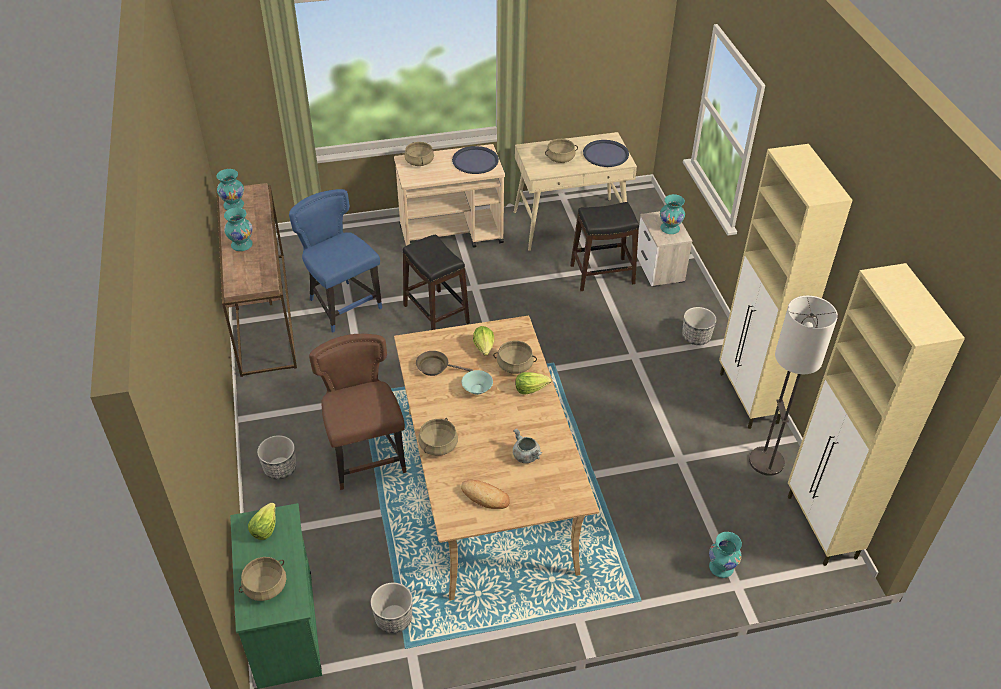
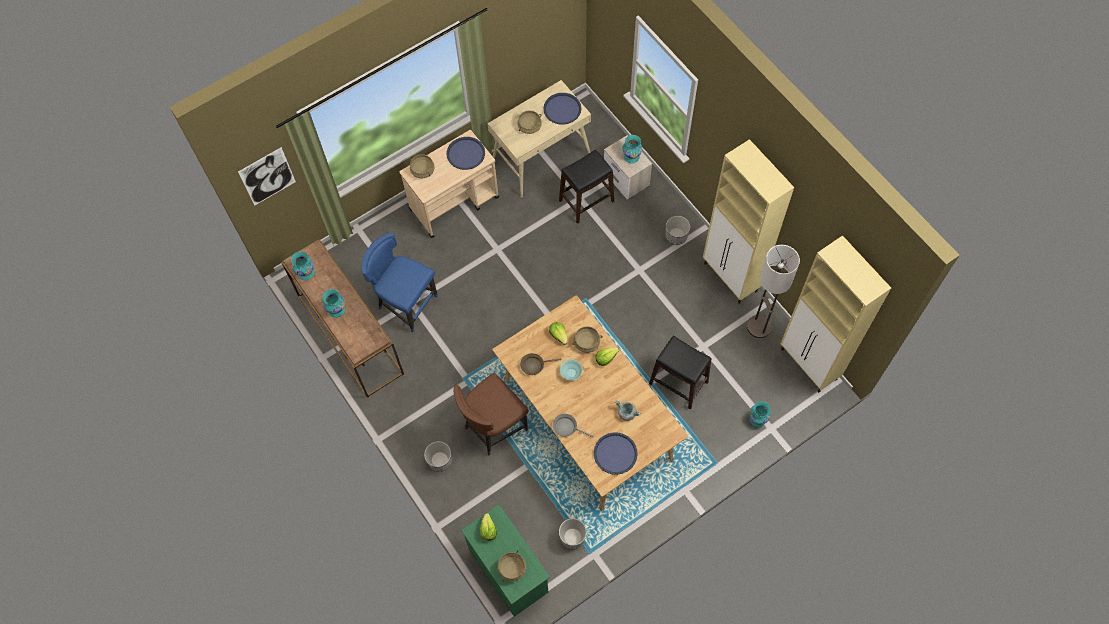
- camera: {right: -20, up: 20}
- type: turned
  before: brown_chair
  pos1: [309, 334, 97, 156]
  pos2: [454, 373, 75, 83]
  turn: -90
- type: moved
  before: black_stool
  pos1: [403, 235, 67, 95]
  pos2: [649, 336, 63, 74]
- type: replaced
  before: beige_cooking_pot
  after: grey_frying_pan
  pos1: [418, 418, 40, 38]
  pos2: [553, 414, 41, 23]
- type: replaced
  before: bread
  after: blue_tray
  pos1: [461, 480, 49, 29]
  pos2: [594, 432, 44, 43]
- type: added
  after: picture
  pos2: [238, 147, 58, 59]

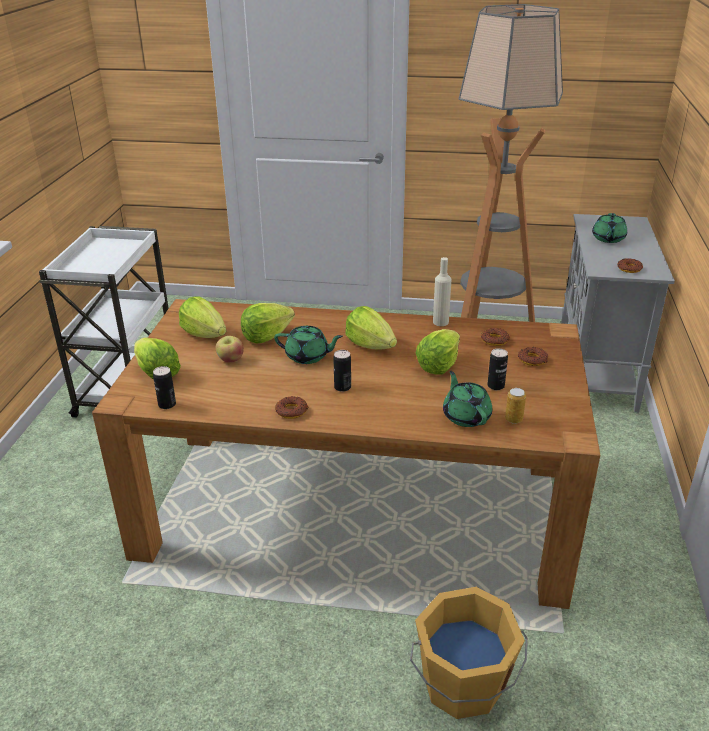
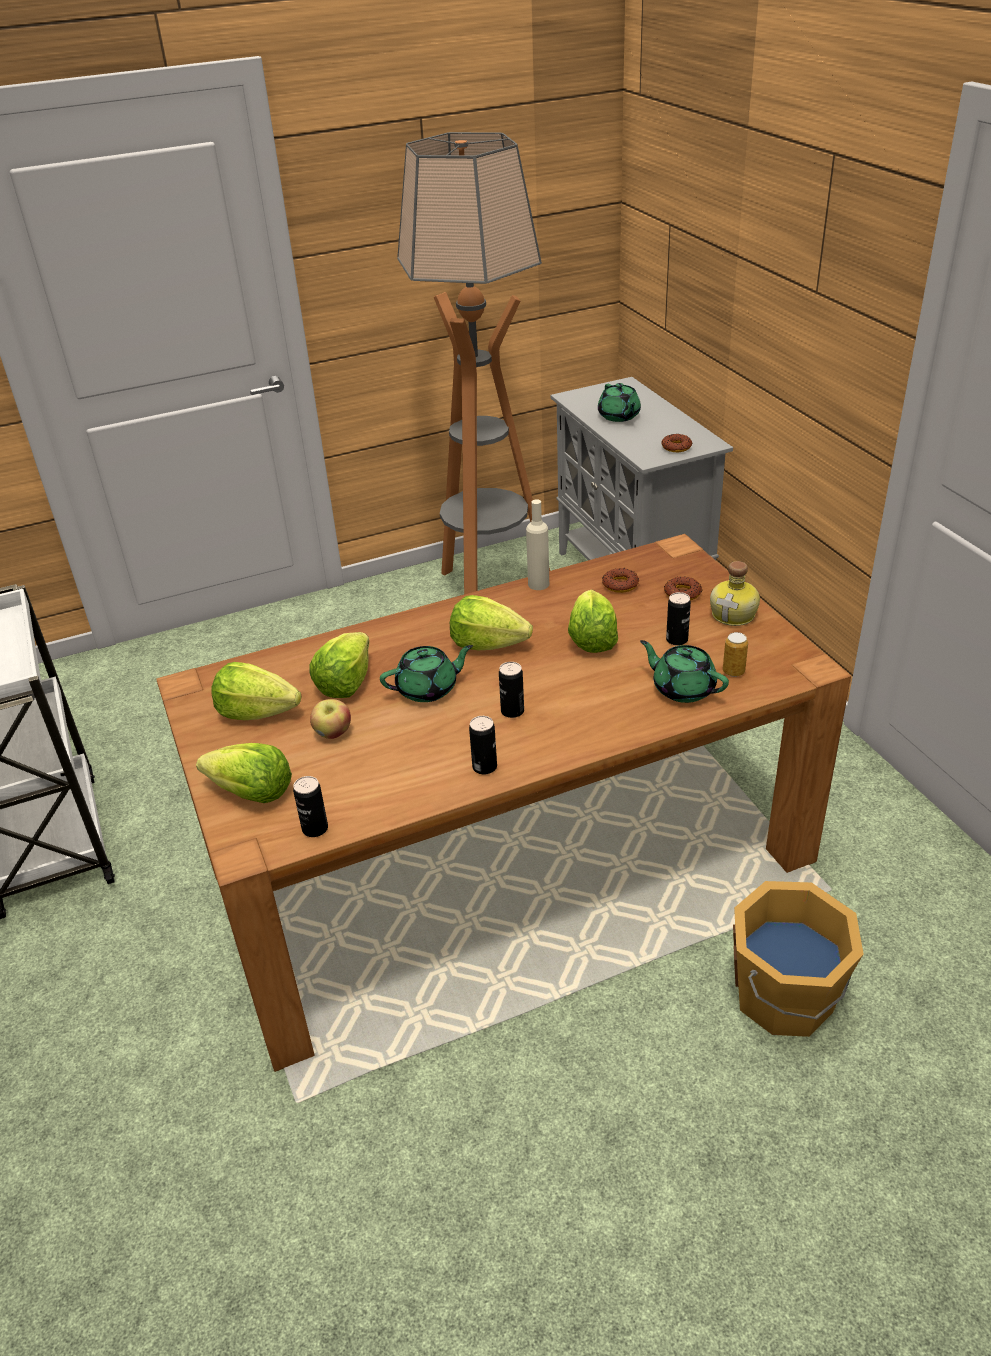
- camera: {right: -30, up: 5}
- type: replaced
  before: donut
  after: can
  pos1: [275, 396, 33, 23]
  pos2: [469, 716, 28, 58]
- type: added
  after: bottle
  pos2: [710, 561, 50, 65]

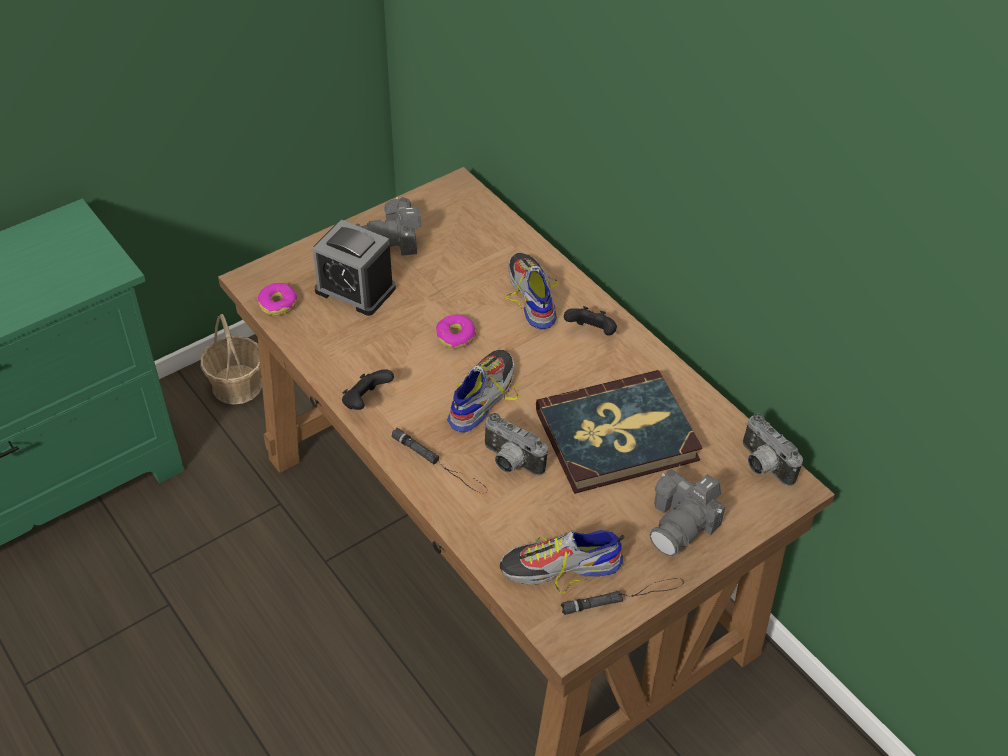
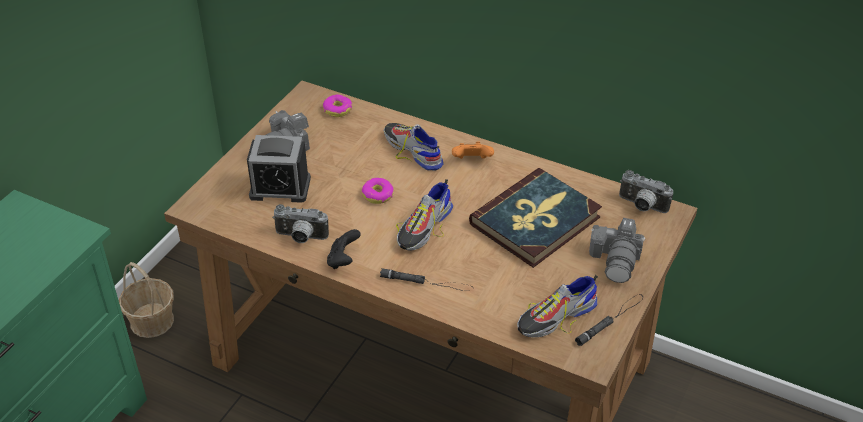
- camera: {right: -25, up: -5}
- type: moved
  before: donut
  pos1: [258, 283, 39, 32]
  pos2: [323, 94, 29, 23]
- type: turned
  before: shoe
  pos1: [447, 350, 72, 83]
  pos2: [396, 179, 57, 72]
  turn: -150
- type: moved
  before: photo_camera
  pos1: [483, 413, 65, 63]
  pos2: [273, 204, 56, 39]
- type: recoloured
  before: black_game_controller
  after: orange_game_controller
  pos1: [564, 306, 53, 30]
  pos2: [452, 141, 42, 18]

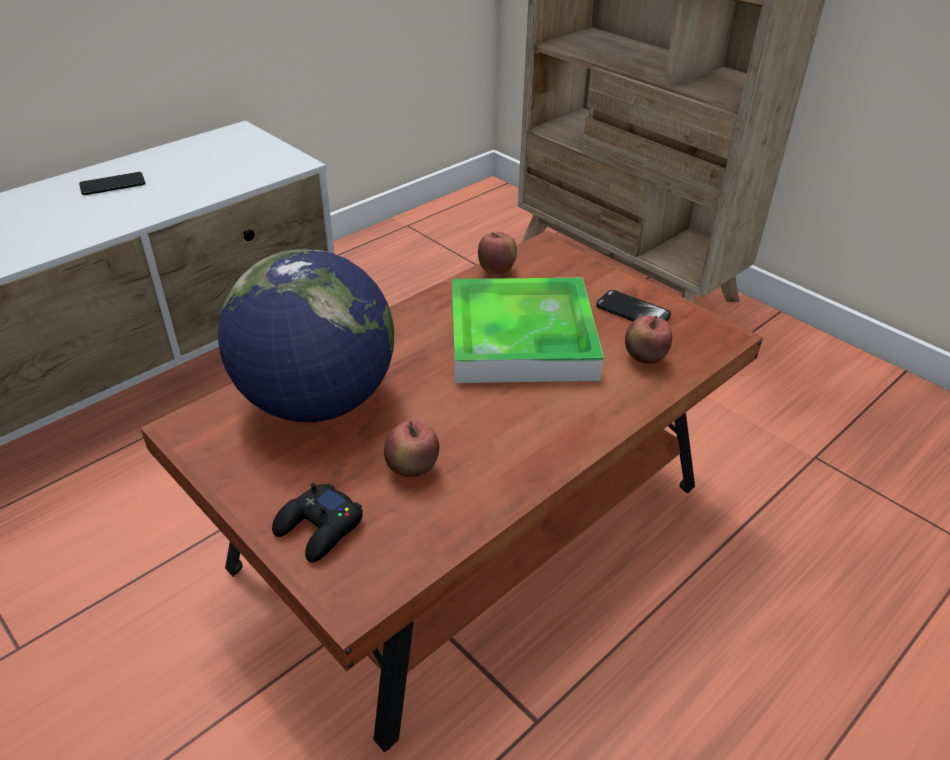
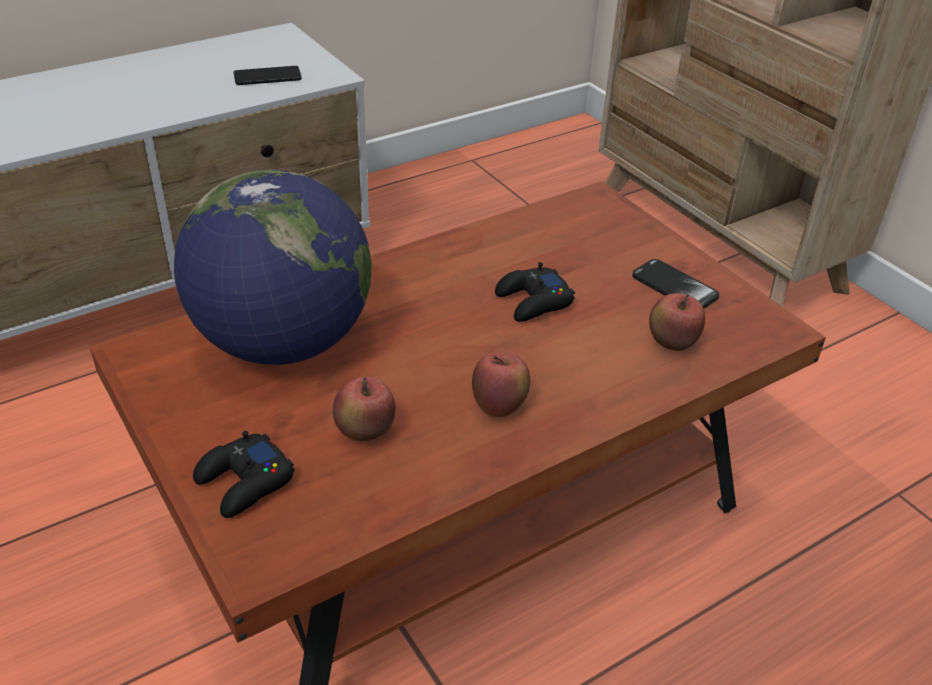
- camera: {right: 10, up: 0}
- type: moved
  before: phone
  pos1: [79, 172, 66, 23]
  pos2: [234, 66, 68, 19]
- type: replaced
  before: tray
  after: black_game_controller
  pos1: [452, 278, 152, 105]
  pos2: [495, 262, 80, 60]
- type: moved
  before: apple
  pos1: [478, 232, 39, 43]
  pos2: [472, 352, 58, 65]

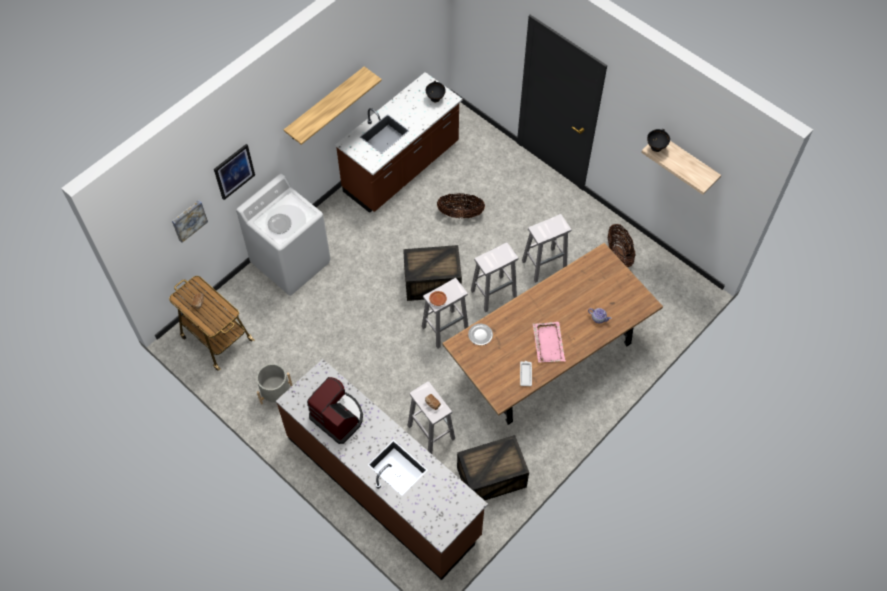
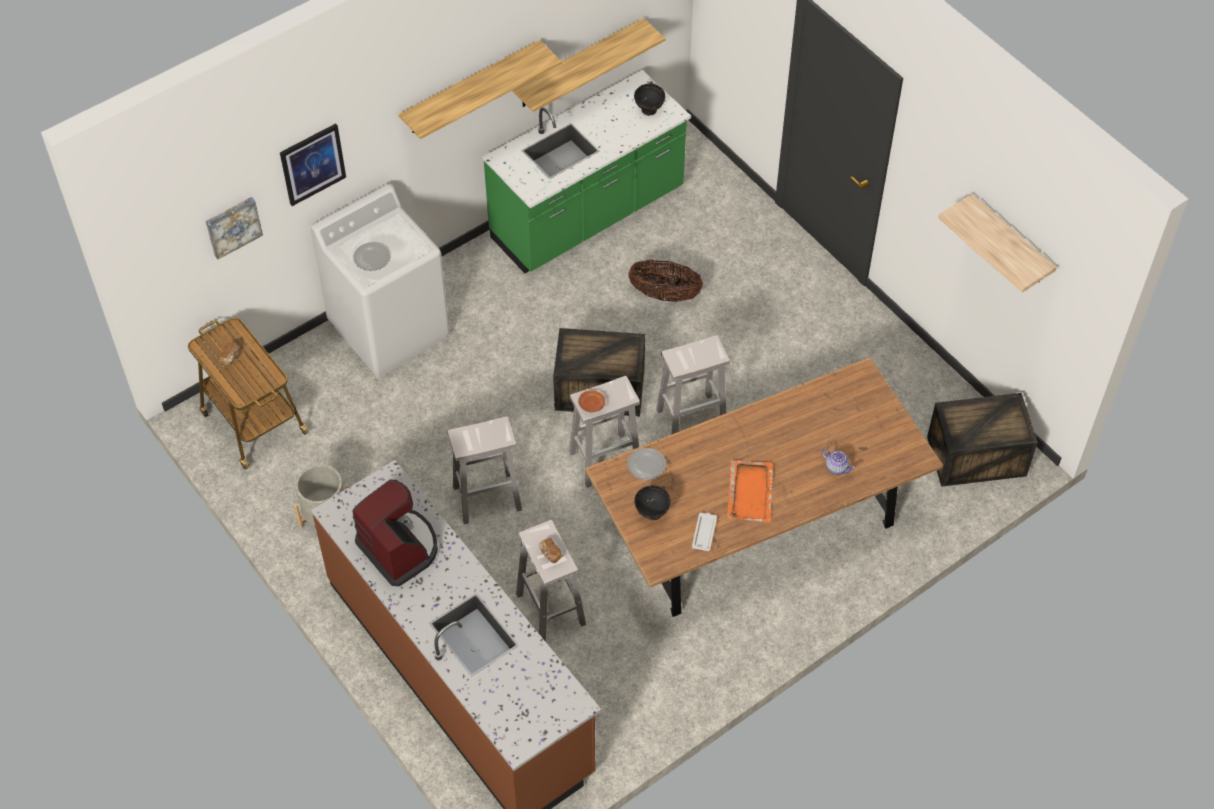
- camera: {right: 10, up: -5}
- type: recoloured
  before: brown_counter
  after: green_counter
  pos1: [335, 72, 128, 141]
  pos2: [482, 70, 209, 203]
- type: moved
  before: crate
  pos1: [457, 435, 72, 65]
  pos2: [927, 393, 111, 94]
- type: moved
  before: white_stool
  pos1: [522, 214, 49, 69]
  pos2: [447, 416, 75, 108]
- type: recoloured
  before: pink_tray
  after: orange_tray
  pos1: [533, 322, 33, 41]
  pos2: [727, 460, 46, 63]
- type: removed
  before: basket
  pos1: [608, 224, 27, 43]
- type: moved
  before: black_bowl
  pos1: [647, 129, 23, 23]
  pos2: [634, 485, 36, 35]
- type: added
  after: shelf
  pos2: [512, 18, 153, 94]

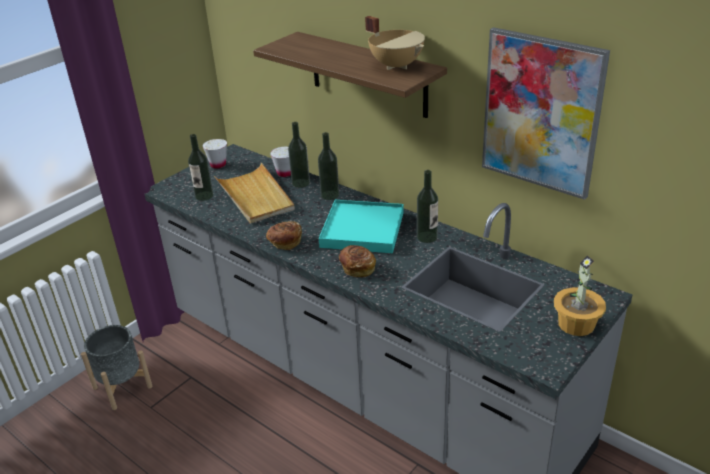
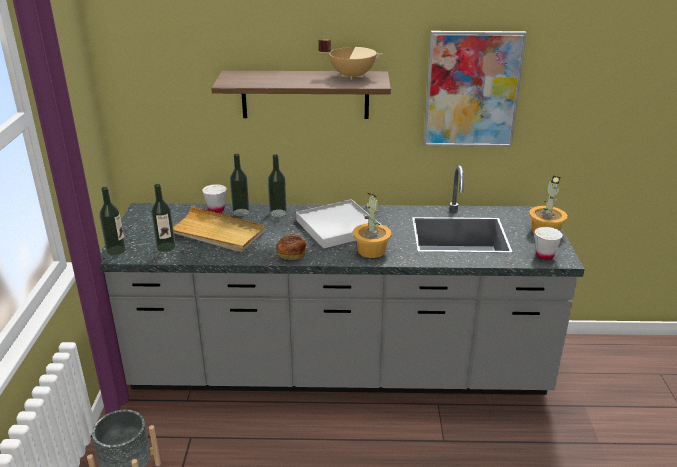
- camera: {right: -40, up: -5}
- type: moved
  before: white_cup
  pos1: [203, 139, 24, 30]
  pos2: [535, 227, 28, 33]
- type: recoloured
  before: turquoise_tray
  after: white_tray
  pos1: [319, 200, 85, 53]
  pos2: [296, 199, 84, 50]
- type: replaced
  before: bread
  after: potted_plant
  pos1: [339, 245, 37, 32]
  pos2: [353, 193, 39, 65]
- type: moved
  before: bottle
  pos1: [417, 170, 21, 73]
  pos2: [99, 187, 27, 68]

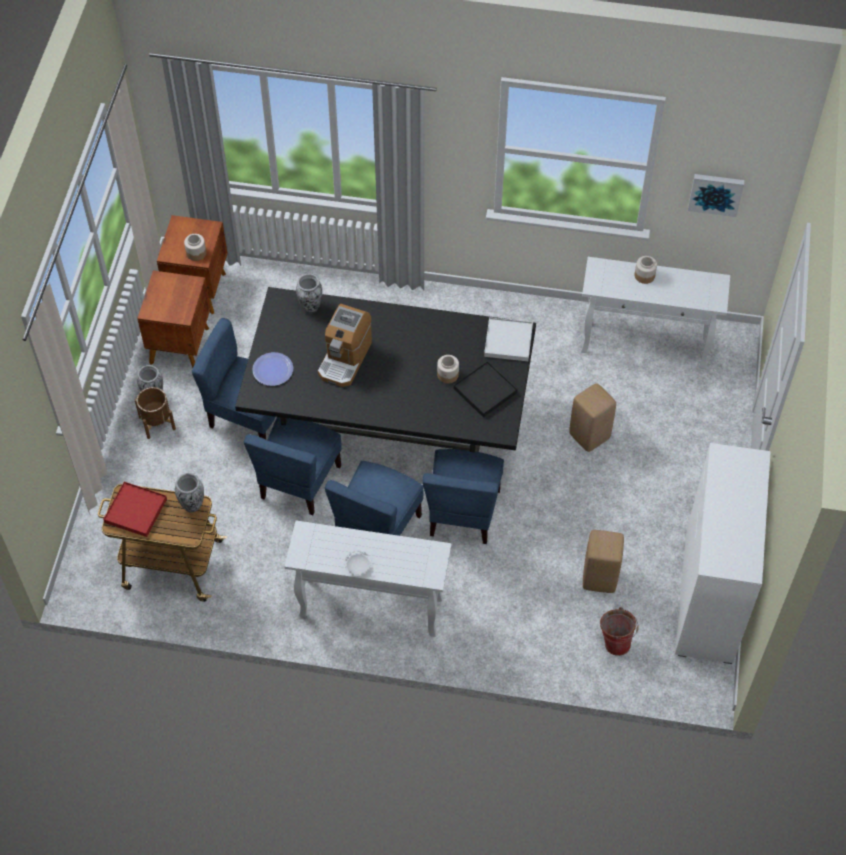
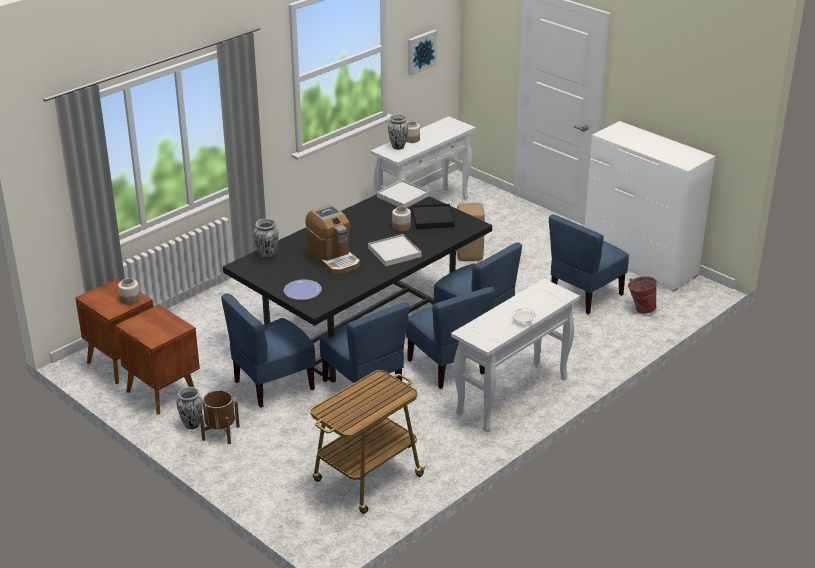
- camera: {right: -55, up: -25}
- type: removed
  before: red_tray
  pos1: [103, 482, 64, 55]
- type: moved
  before: vase
  pos1: [175, 473, 29, 40]
  pos2: [388, 114, 20, 36]
- type: replaced
  before: beige_stool
  after: blue_chair
  pos1: [583, 530, 41, 63]
  pos2: [549, 214, 80, 100]
- type: added
  after: white_tray
  pos2: [368, 234, 53, 32]

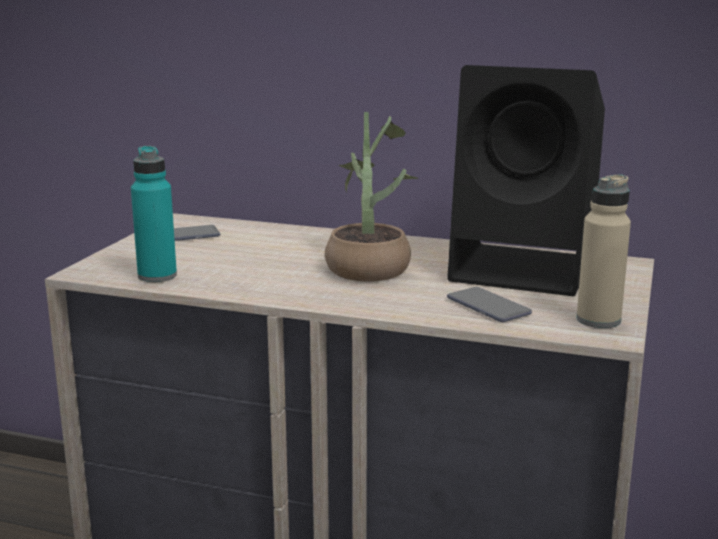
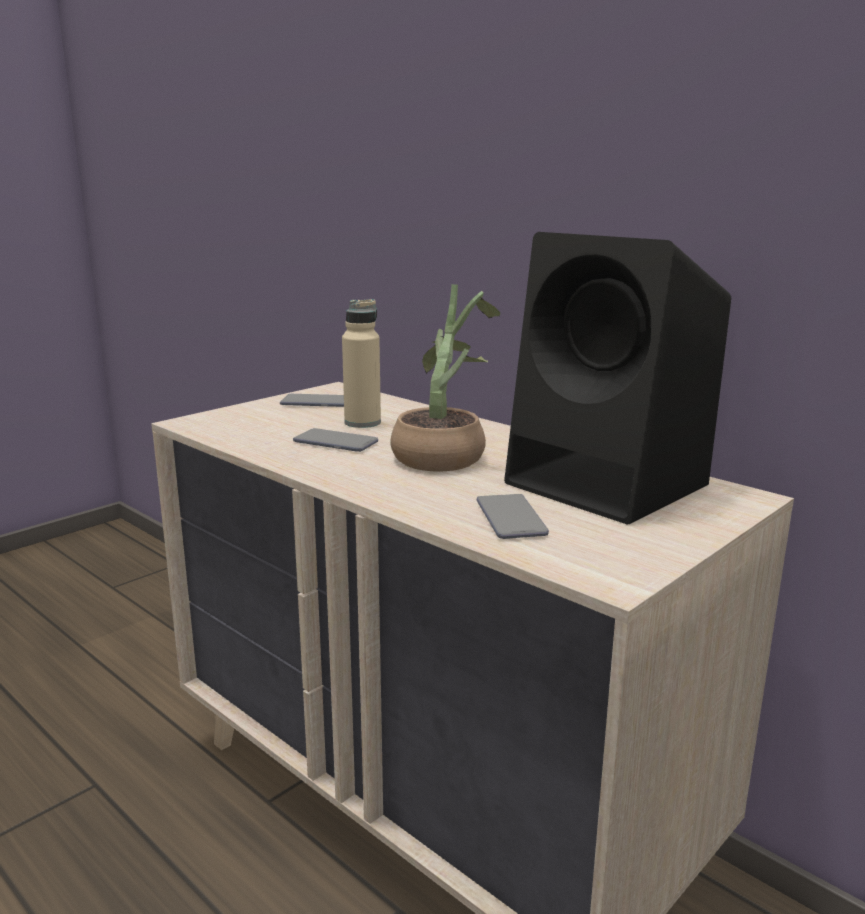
- camera: {right: 25, up: 0}
- type: removed
  before: turquoise_bottle
  pos1: [131, 146, 46, 136]
- type: moved
  before: beige_bottle
  pos1: [577, 174, 54, 154]
  pos2: [342, 299, 39, 129]
- type: added
  after: phone
  pos2: [293, 428, 85, 24]

